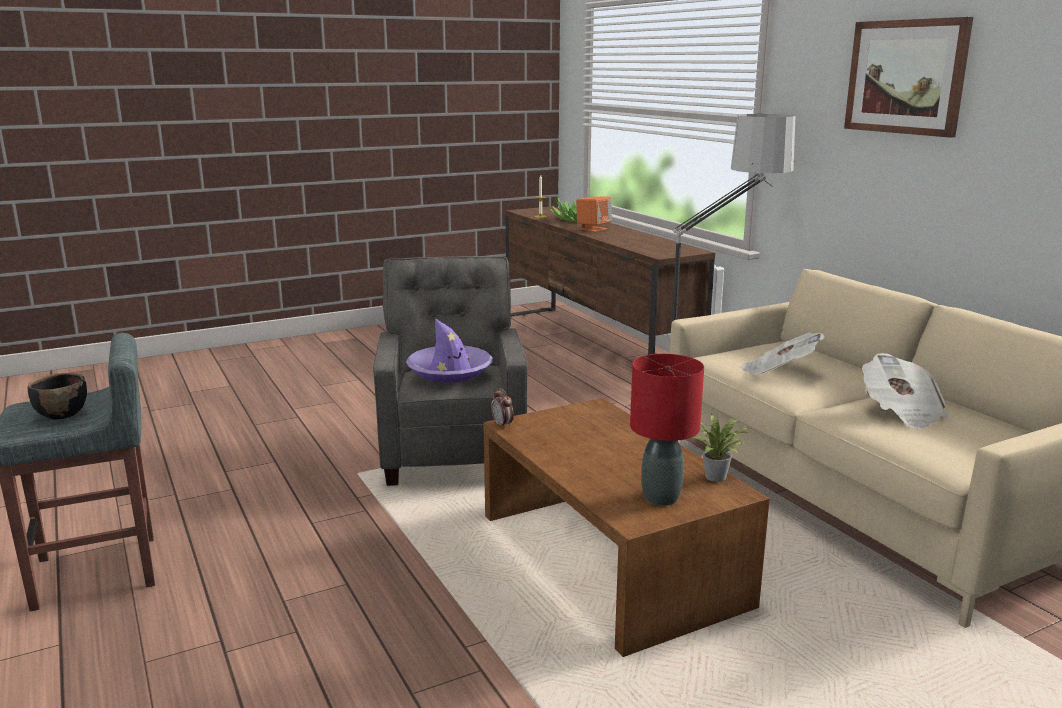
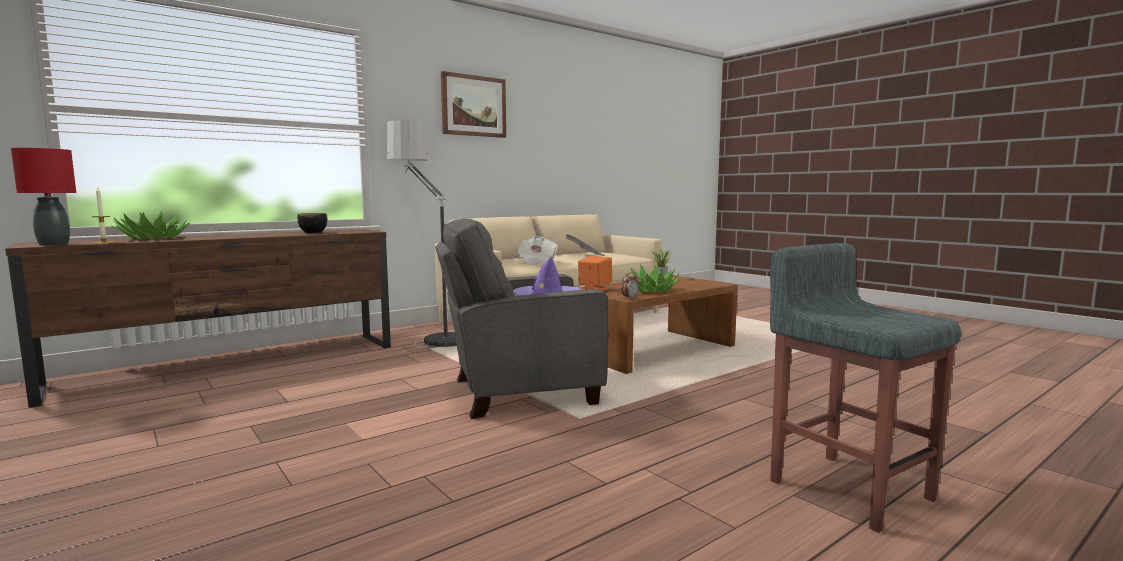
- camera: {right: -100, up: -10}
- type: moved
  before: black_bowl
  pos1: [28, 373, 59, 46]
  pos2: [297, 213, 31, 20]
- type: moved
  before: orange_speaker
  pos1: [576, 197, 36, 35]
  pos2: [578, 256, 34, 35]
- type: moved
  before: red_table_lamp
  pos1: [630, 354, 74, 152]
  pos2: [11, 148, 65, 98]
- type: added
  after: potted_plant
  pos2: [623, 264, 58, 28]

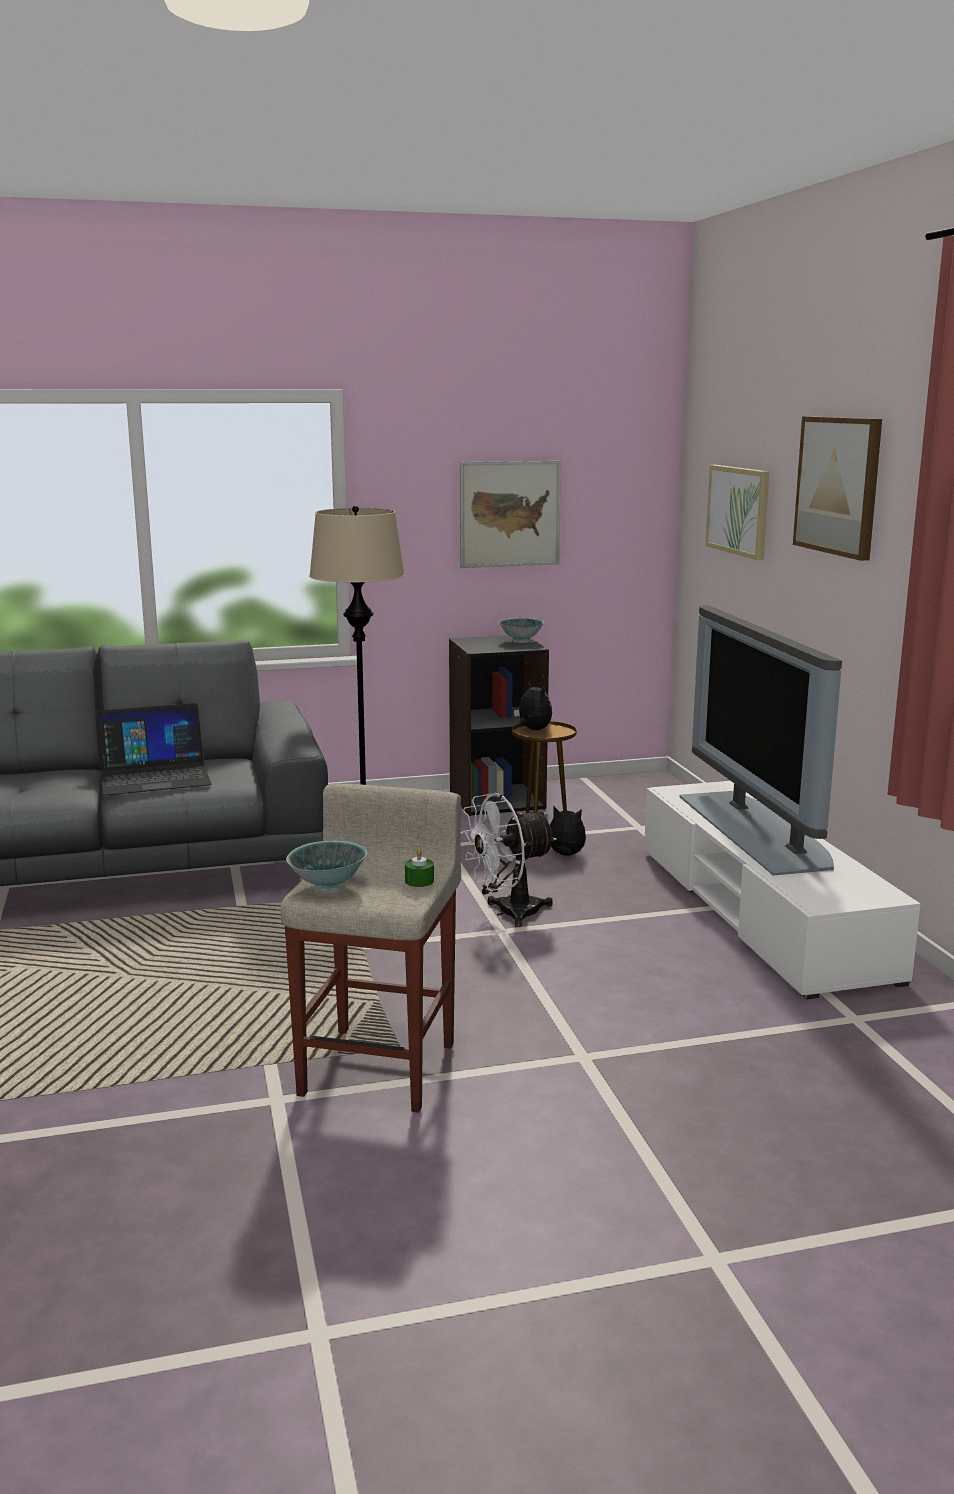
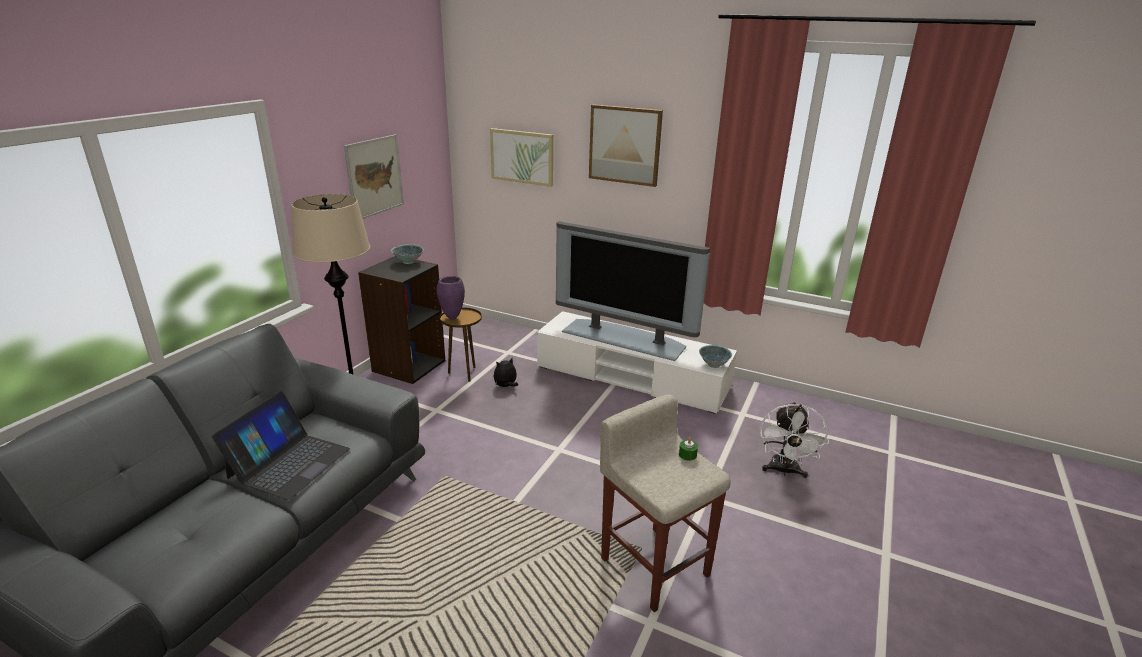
- camera: {right: -50, up: 10}
- type: moved
  before: bowl
  pos1: [286, 841, 81, 51]
  pos2: [699, 345, 33, 23]
- type: moved
  before: white_fan
  pos1: [461, 793, 95, 134]
  pos2: [760, 402, 69, 76]
- type: replaced
  before: plush_toy
  after: purple_vase
  pos1: [514, 682, 38, 48]
  pos2: [437, 276, 28, 44]

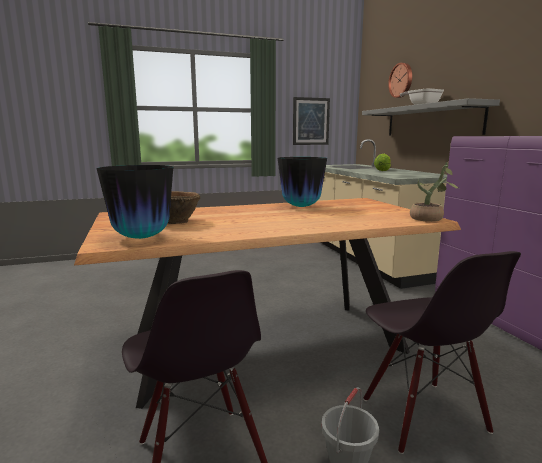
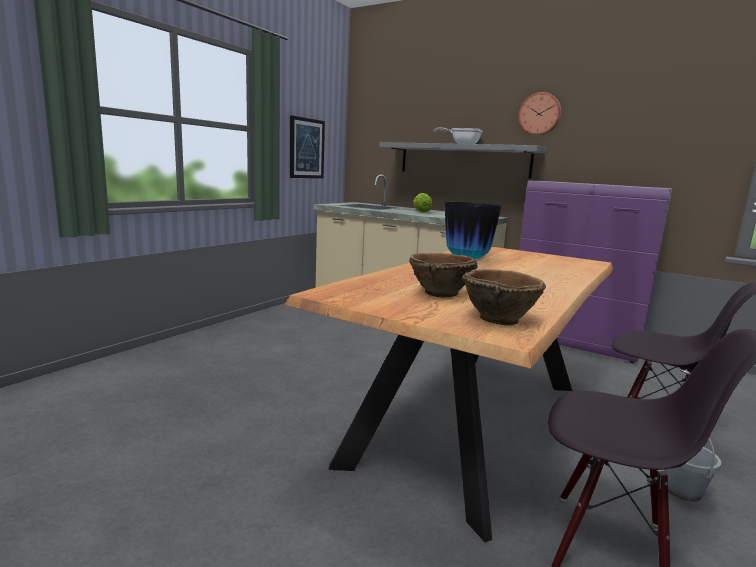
- camera: {right: -40, up: 0}
- type: replaced
  before: vase
  after: brown_bowl
  pos1: [96, 165, 77, 74]
  pos2: [462, 269, 84, 56]
- type: moved
  before: wall_clock
  pos1: [388, 63, 24, 35]
  pos2: [518, 92, 43, 43]
- type: removed
  before: potted_plant
  pos1: [410, 162, 49, 60]

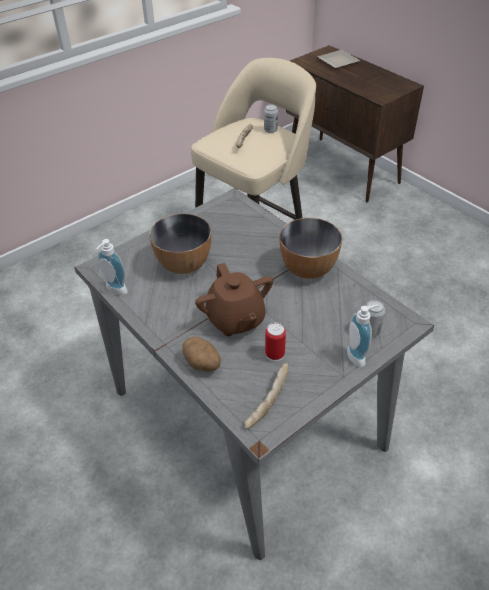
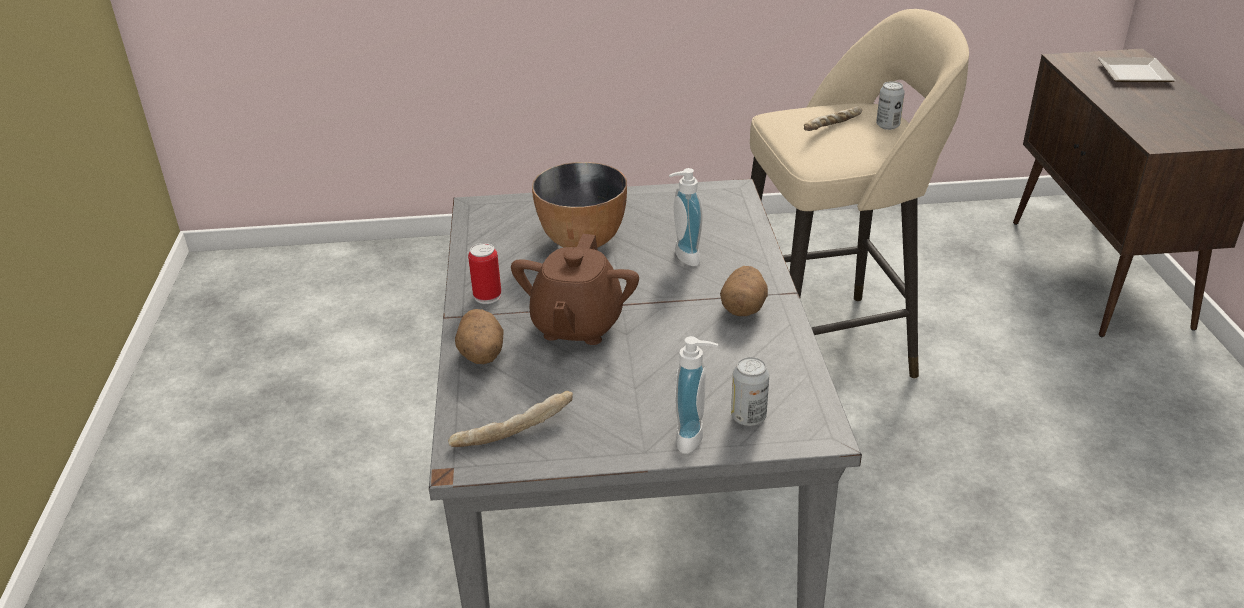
- camera: {right: 35, up: -10}
- type: moved
  before: soap_dispenser
  pos1: [96, 239, 32, 56]
  pos2: [669, 168, 34, 98]
- type: moved
  before: can
  pos1: [265, 323, 21, 39]
  pos2: [468, 243, 33, 61]
- type: replaced
  before: bowl
  after: potato
  pos1: [279, 218, 63, 61]
  pos2: [720, 266, 48, 50]

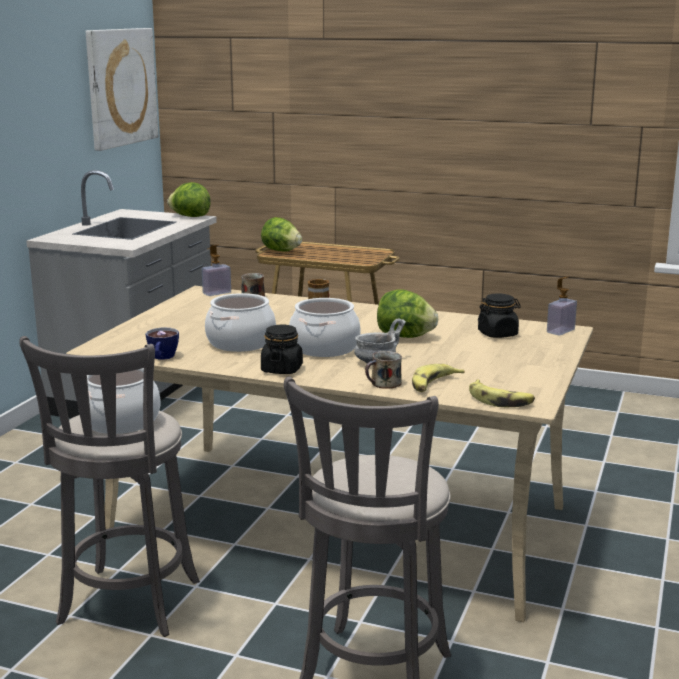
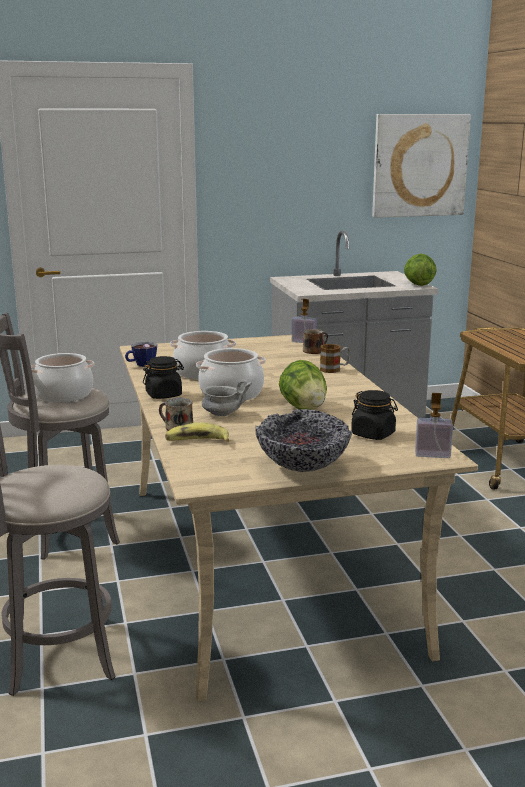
- camera: {right: 55, up: 0}
- type: removed
  before: lettuce
  pos1: [261, 217, 41, 35]
- type: removed
  before: banana
  pos1: [469, 379, 66, 28]
- type: added
  after: bowl
  pos2: [255, 409, 97, 63]

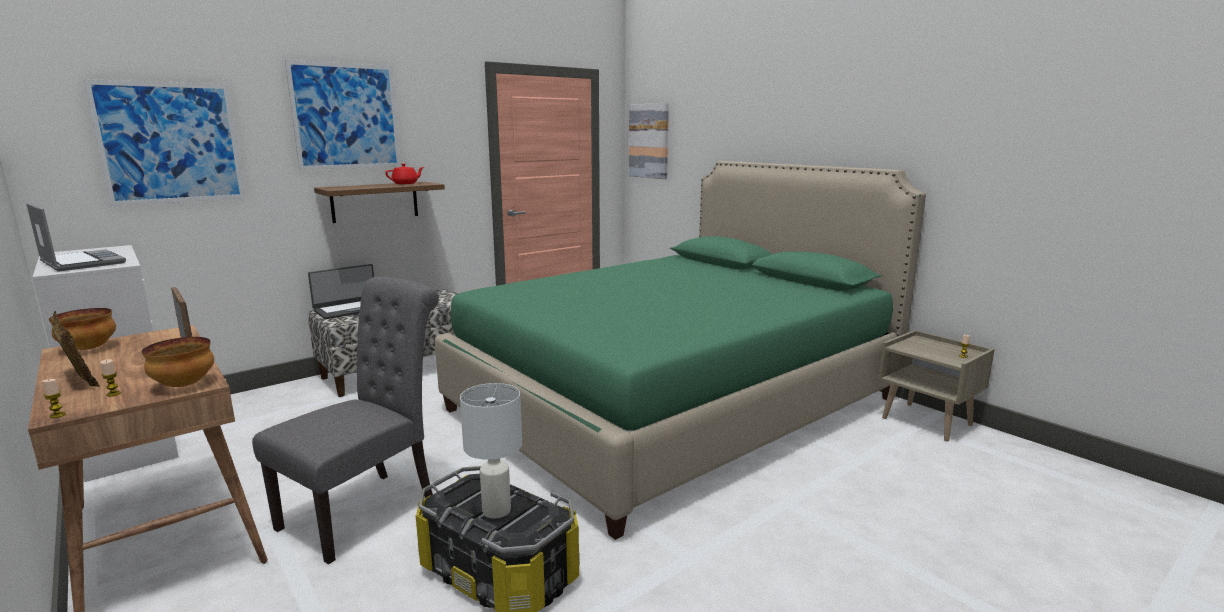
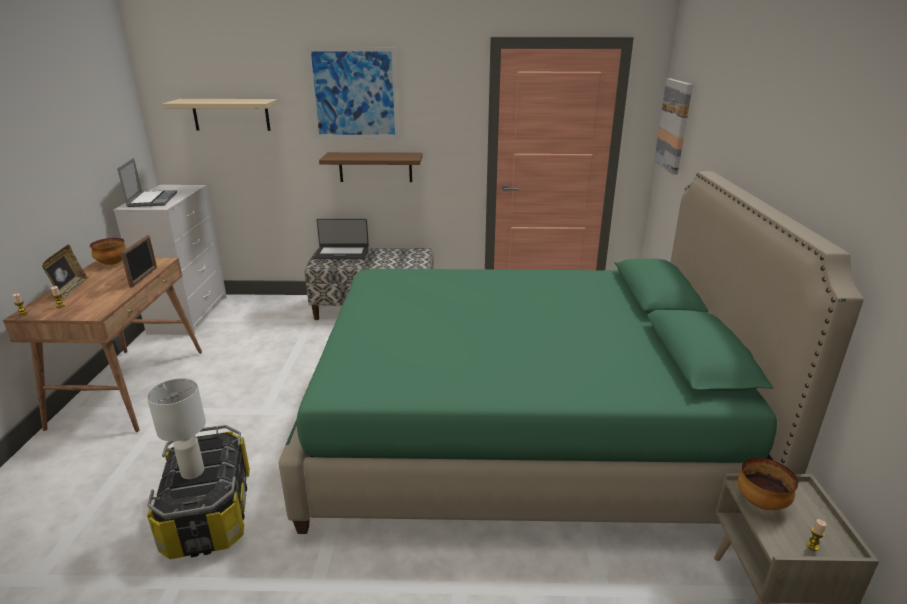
- camera: {right: 40, up: 10}
- type: replaced
  before: picture
  after: beige_shelf
  pos1: [83, 79, 162, 127]
  pos2: [162, 99, 116, 32]
- type: moved
  before: bowl
  pos1: [142, 337, 72, 50]
  pos2: [737, 458, 61, 52]
- type: removed
  before: grey_chair
  pos1: [252, 277, 187, 287]
- type: removed
  before: red_teapot
  pos1: [385, 164, 39, 20]

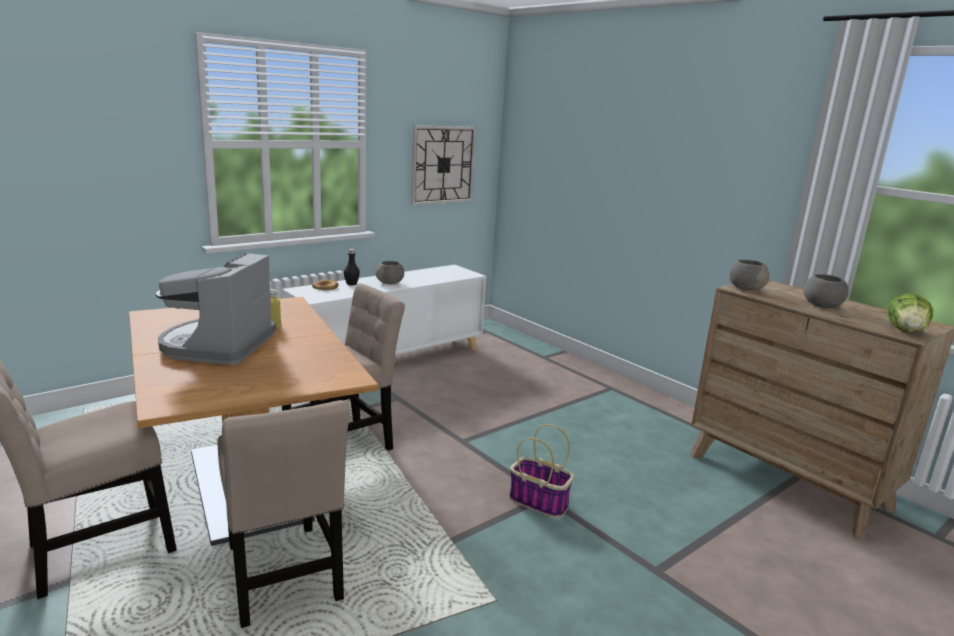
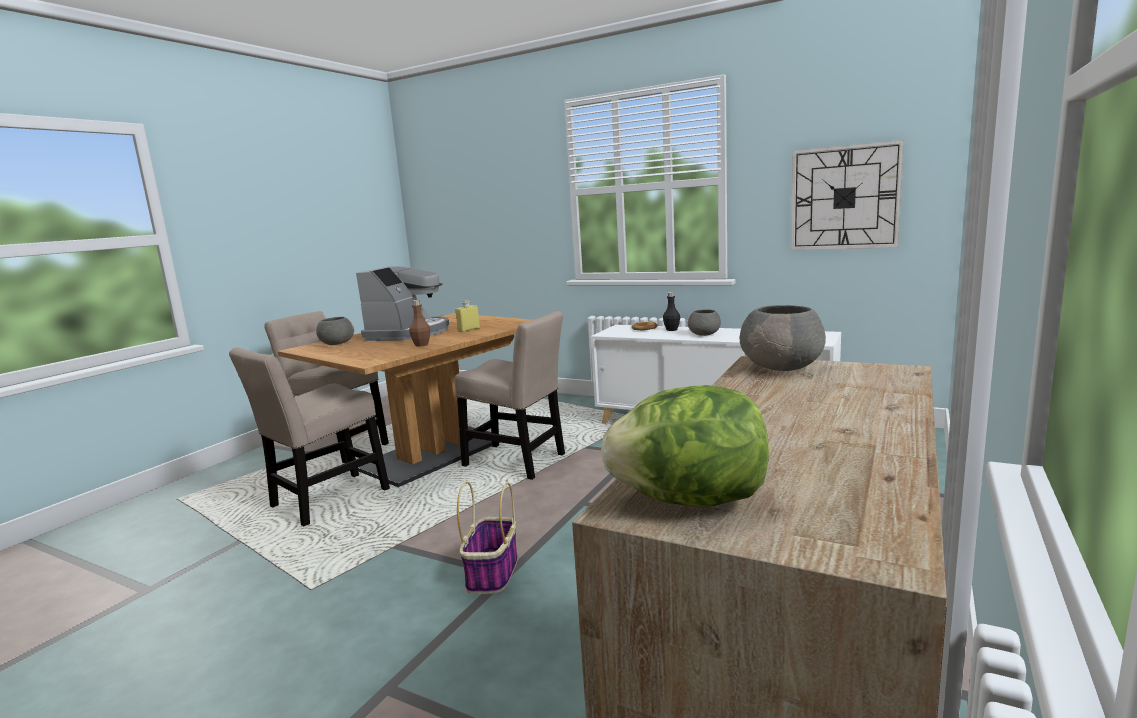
- camera: {right: 70, up: -5}
- type: turned
  before: coffee_machine
  pos1: [156, 252, 120, 113]
  pos2: [356, 266, 93, 75]
  turn: 120
- type: moved
  before: grey_bowl
  pos1: [803, 274, 46, 34]
  pos2: [316, 317, 38, 28]
- type: added
  after: brown_bottle
  pos2: [409, 300, 21, 47]

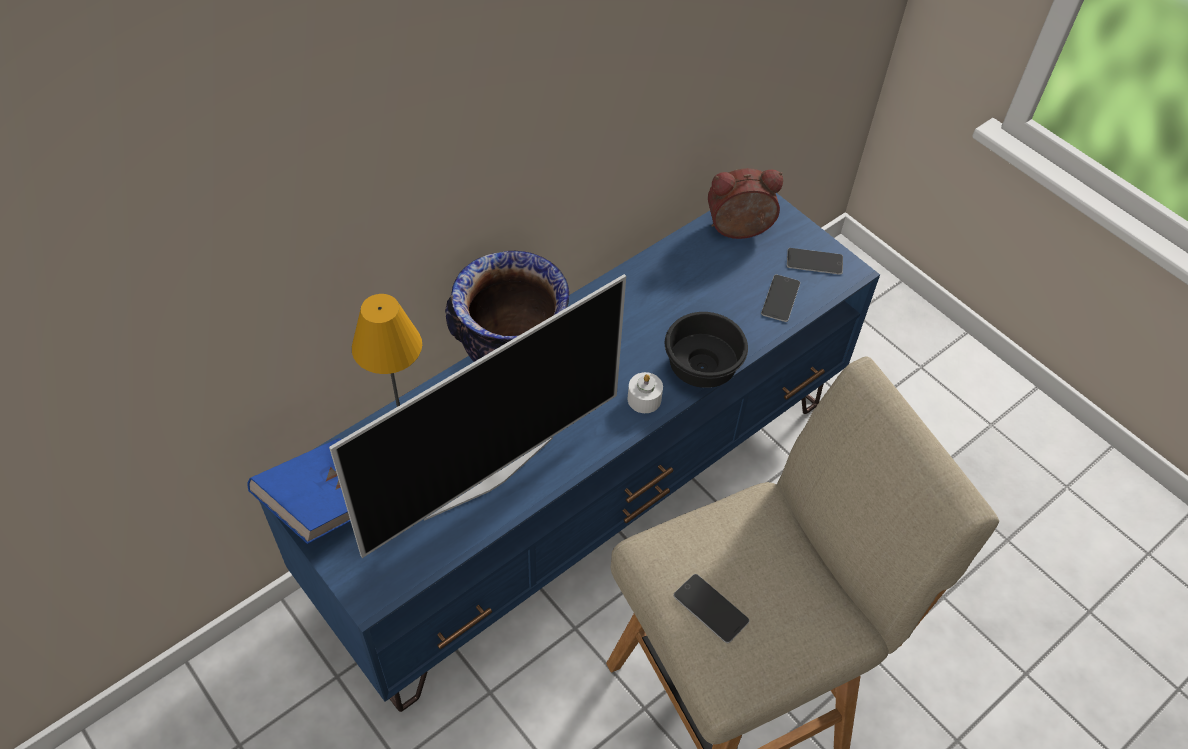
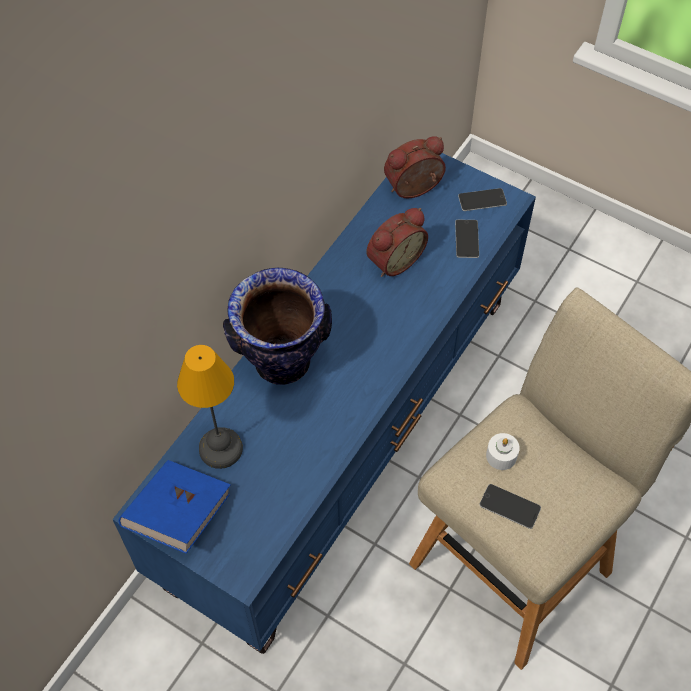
- camera: {right: -15, up: 5}
- type: removed
  before: television
  pos1: [329, 274, 297, 284]
- type: moved
  before: white_candle
  pos1: [627, 372, 36, 41]
  pos2: [486, 433, 34, 37]
- type: removed
  before: black_bowl
  pos1: [665, 312, 83, 76]
- type: added
  after: alarm_clock
  pos2: [366, 208, 62, 69]

